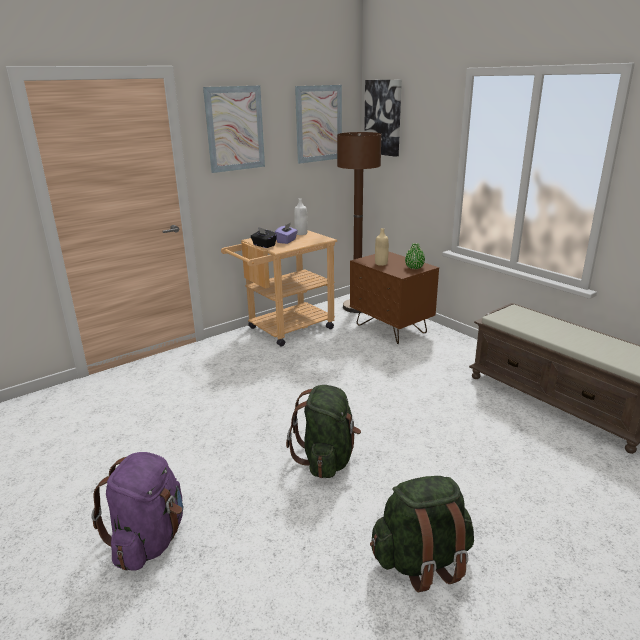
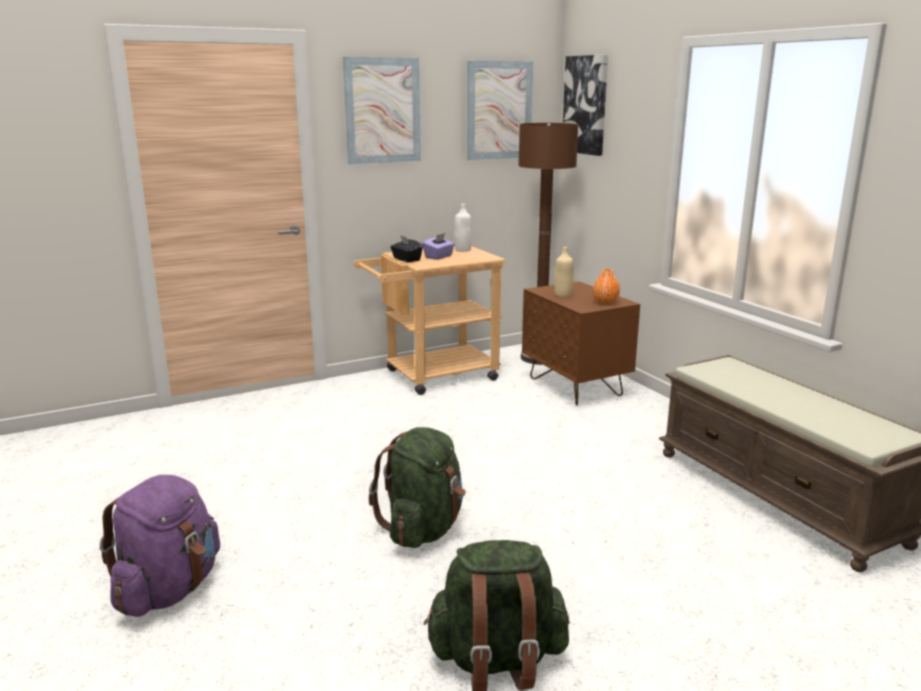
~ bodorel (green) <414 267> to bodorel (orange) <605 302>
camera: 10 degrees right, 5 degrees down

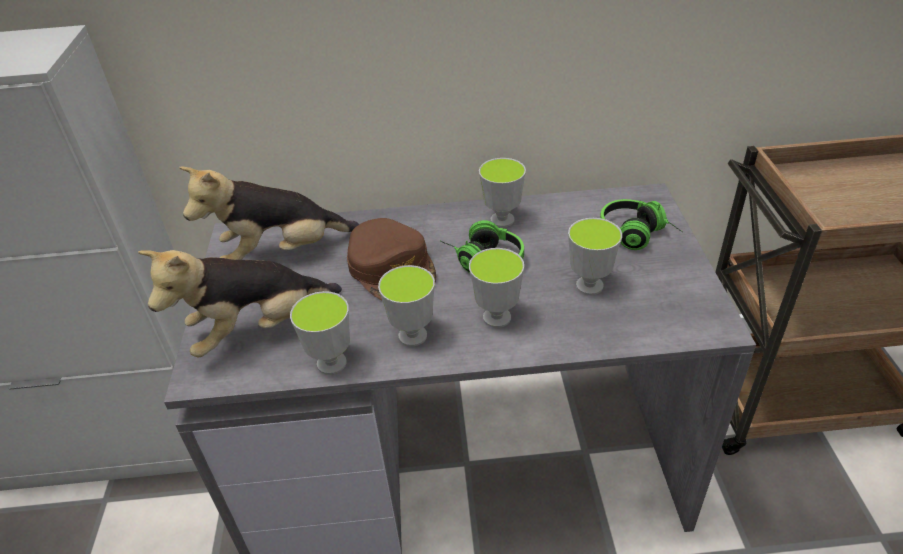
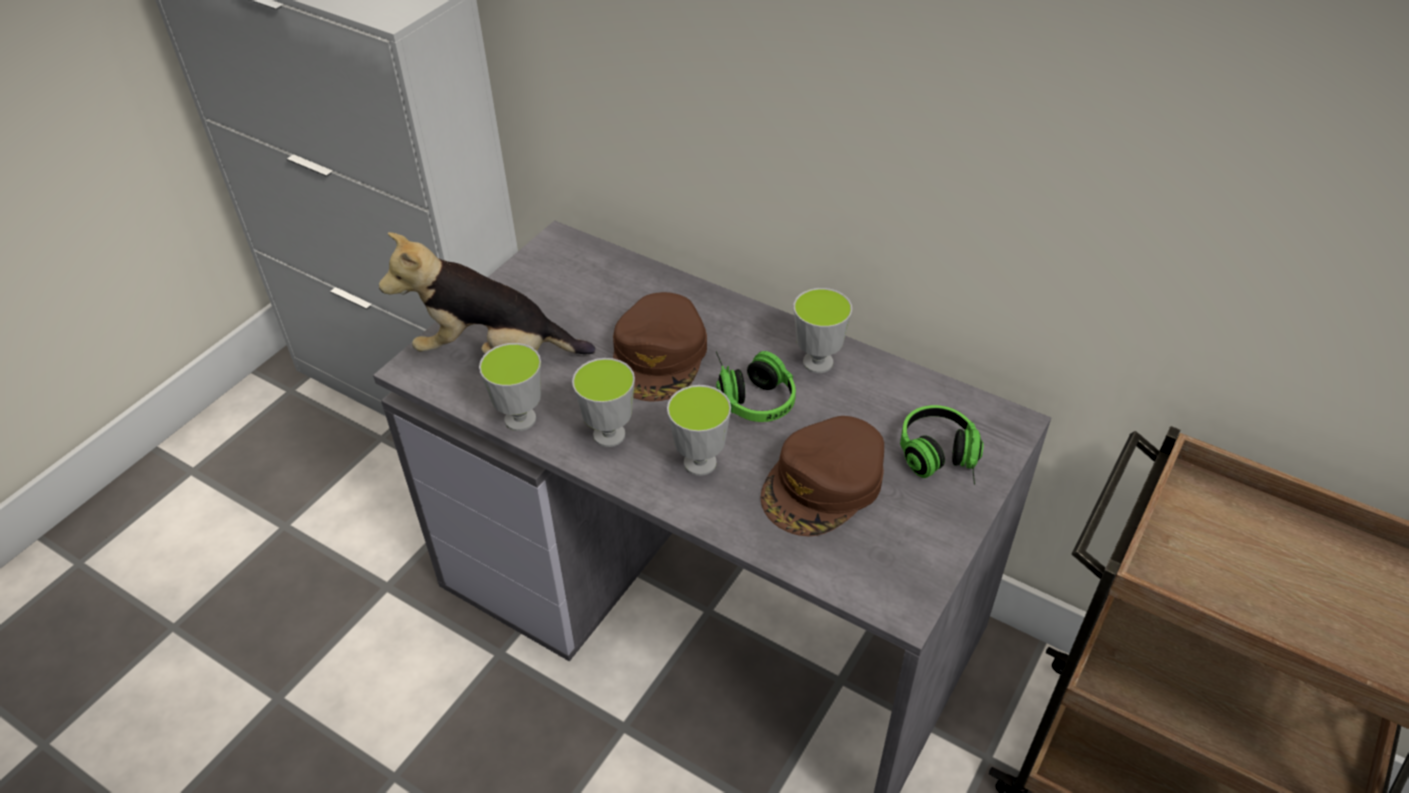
- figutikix <281 253>
~ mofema <589 286> to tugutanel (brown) <824 485>
camera: 35 degrees right, 5 degrees up

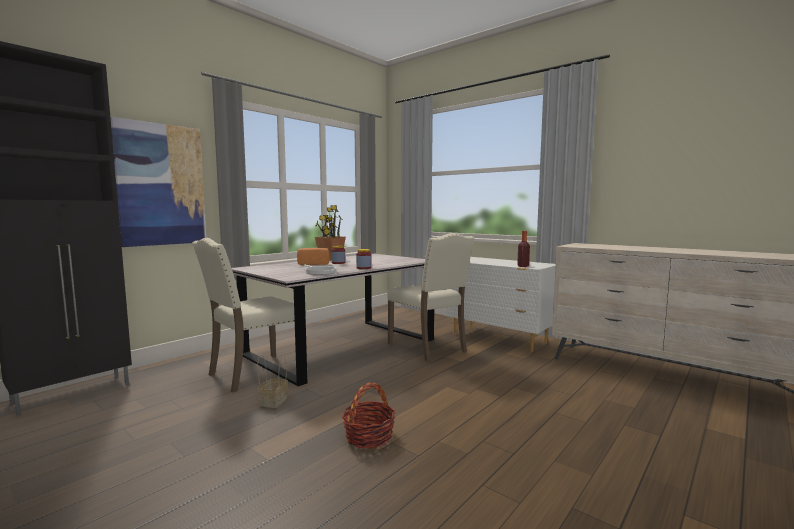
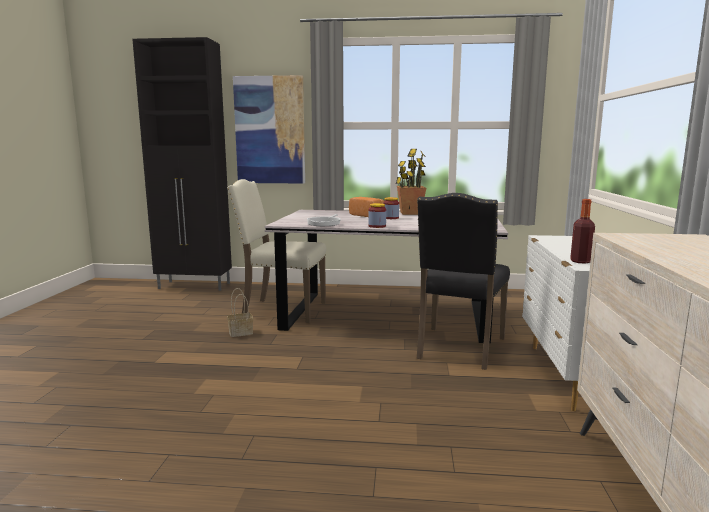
- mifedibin <369 436>
~ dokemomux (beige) <429 348> to dokemomux (black) <459 348>
camera: 55 degrees right, 5 degrees up

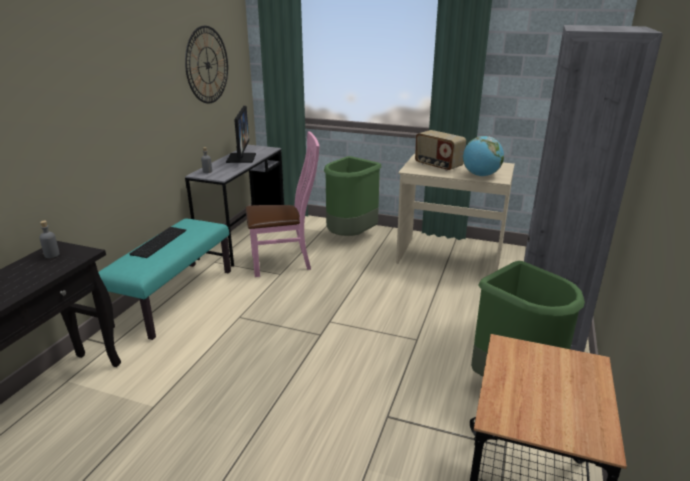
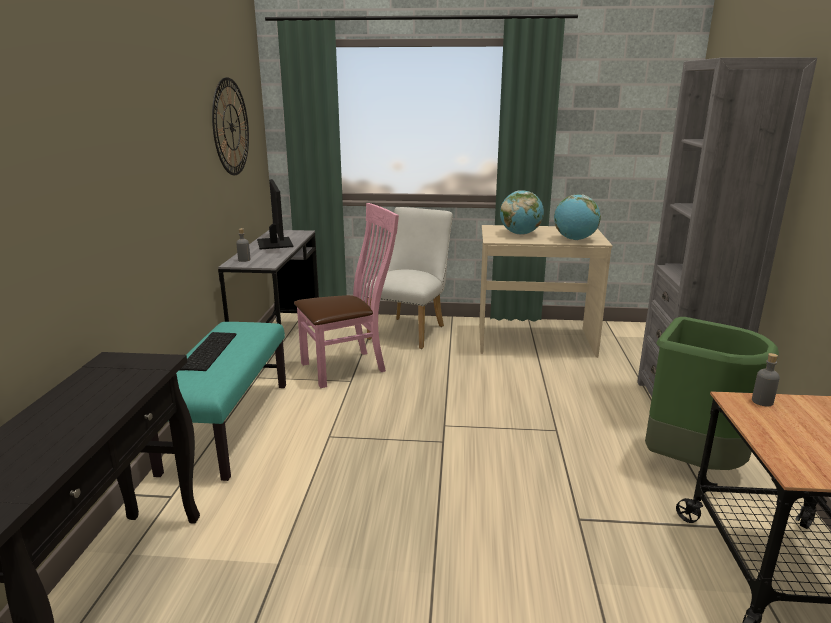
~ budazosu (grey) <52 255> to <762 401>
~ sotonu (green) <351 236> to dokemomux (white) <410 330>
~ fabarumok <438 166> to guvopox <520 234>
camera: 15 degrees left, 5 degrees down

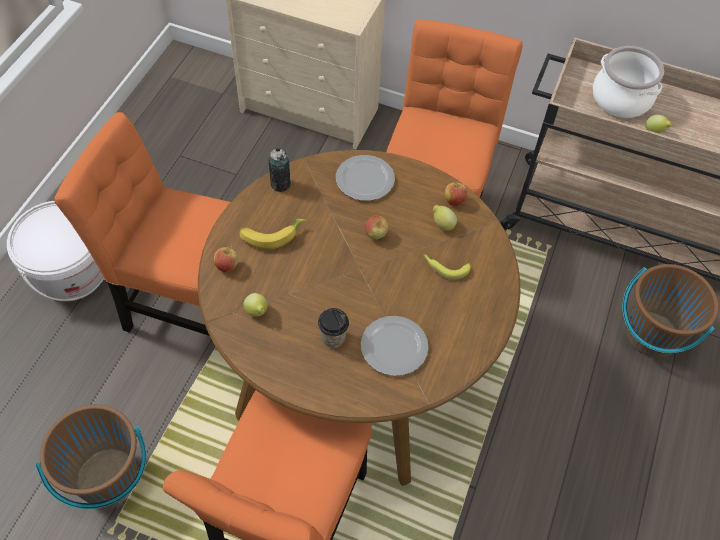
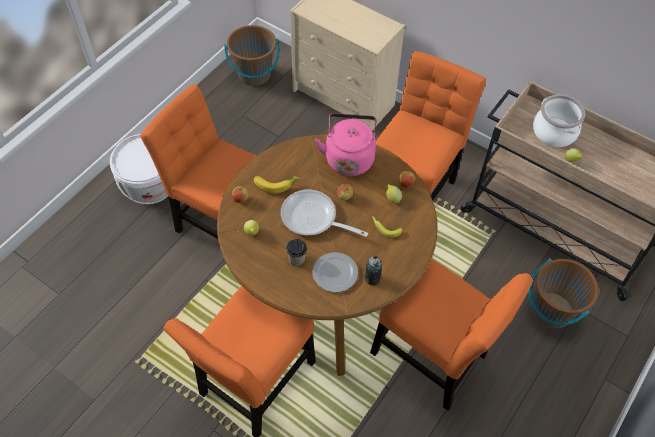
+ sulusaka <313 218>
+ dokemomux (orange) <433 359>
~ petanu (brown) <107 478> to <254 75>
~ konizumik <280 184> to <372 279>
~ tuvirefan <365 179> to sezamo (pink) <349 157>
camera: 15 degrees right, 0 degrees up

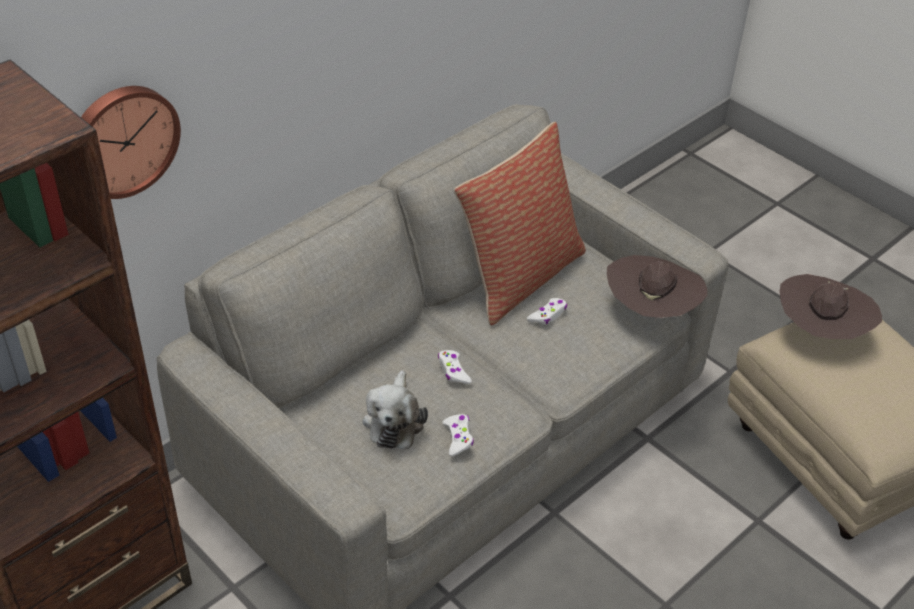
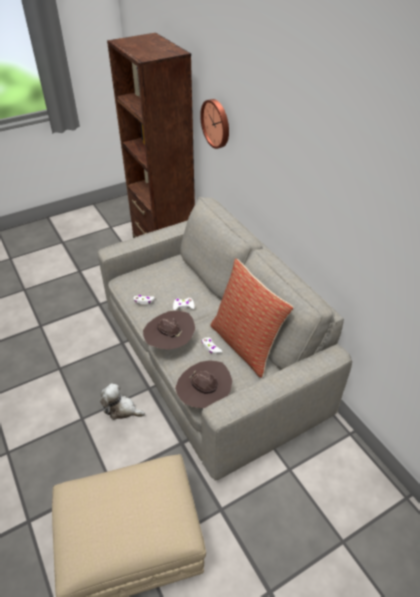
~ figutikix <394 421> to <121 409>
~ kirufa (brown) <819 333> to <170 343>
camera: 105 degrees right, 0 degrees up

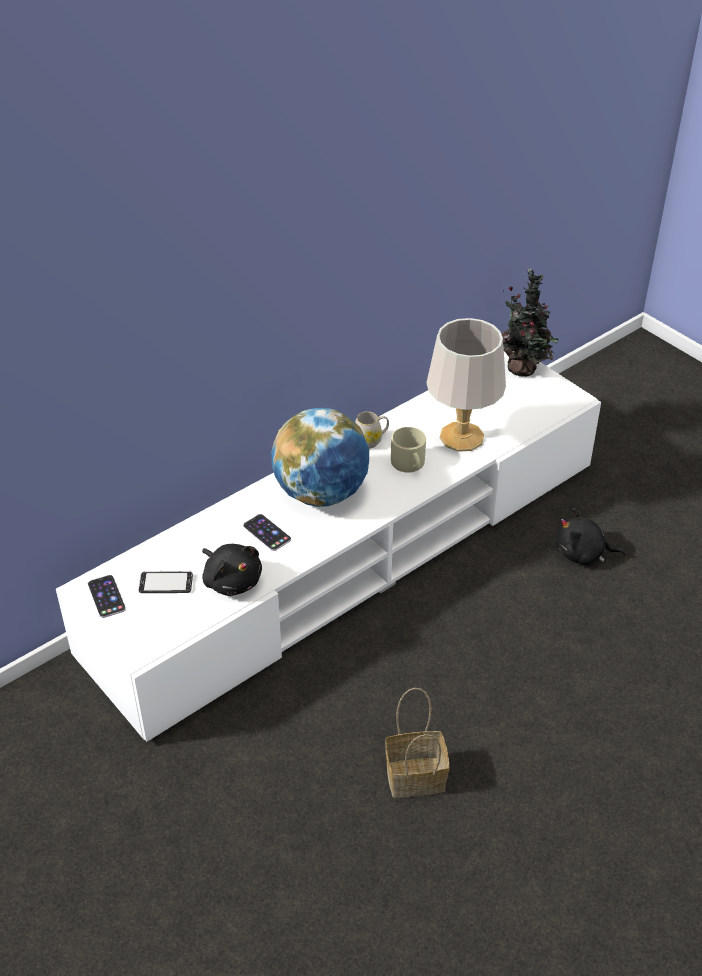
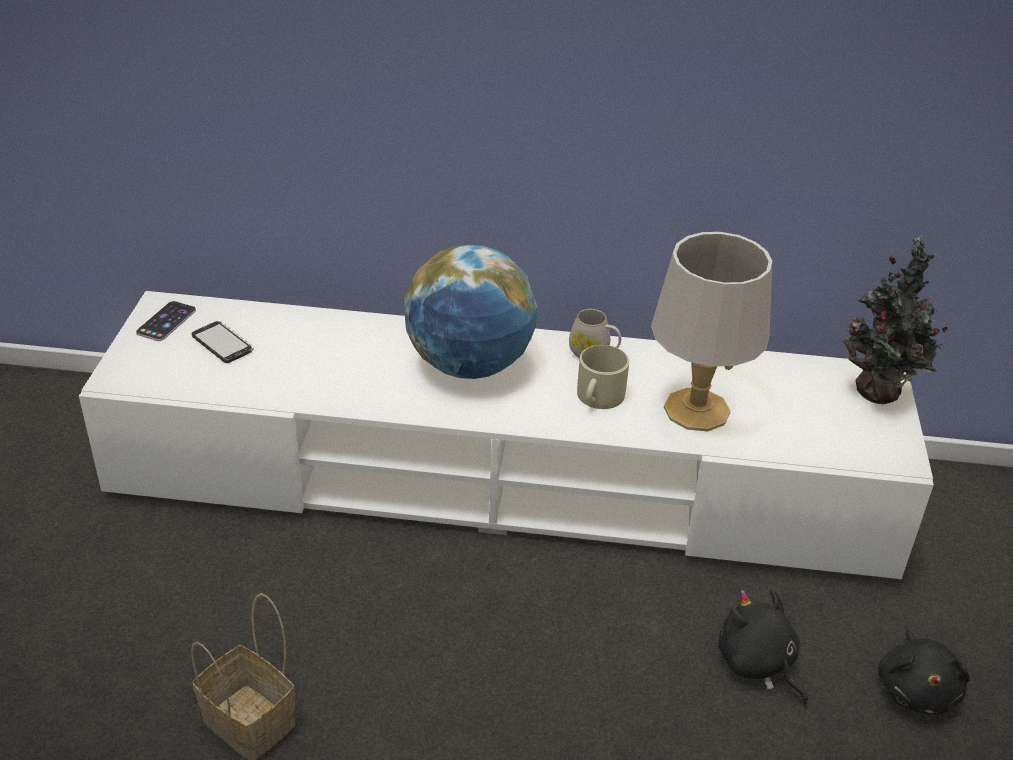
- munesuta <267 532>
~ figutikix (black) <231 580> to <916 689>
camera: 45 degrees right, 5 degrees down

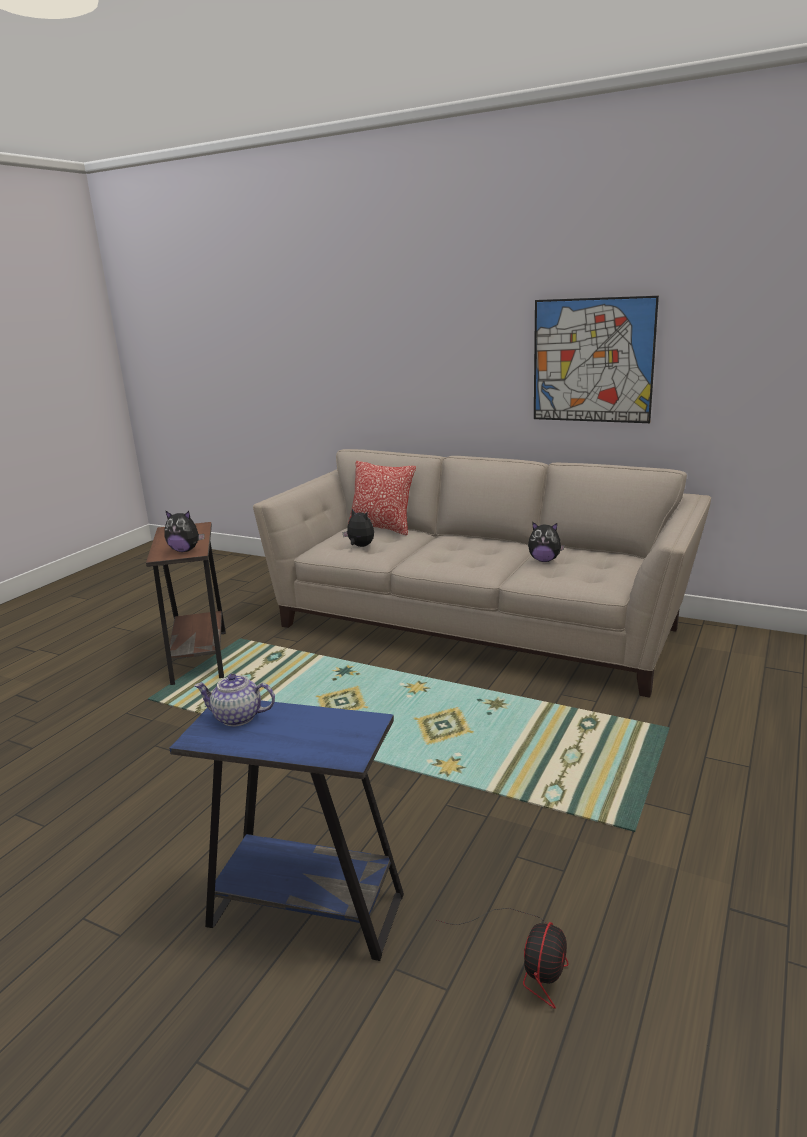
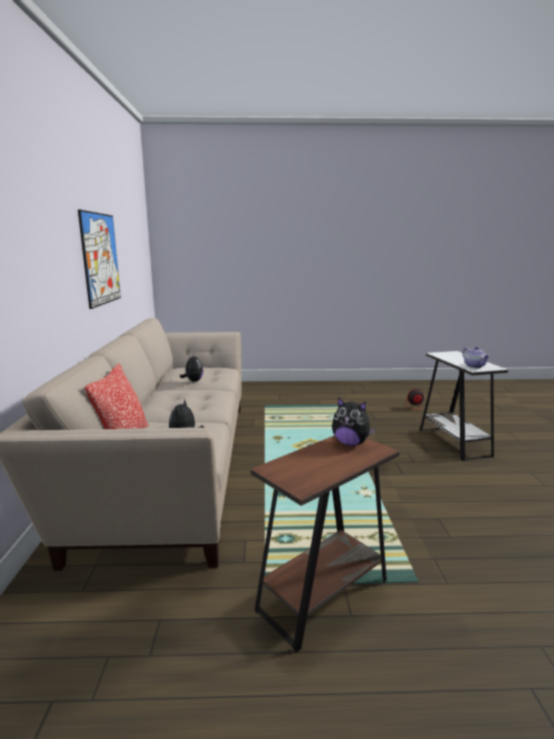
~ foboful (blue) <306 910> to foboful (white) <454 442>
~ figutikix <185 550> = <350 443> 135 degrees clockwise
camera: 120 degrees left, 5 degrees down

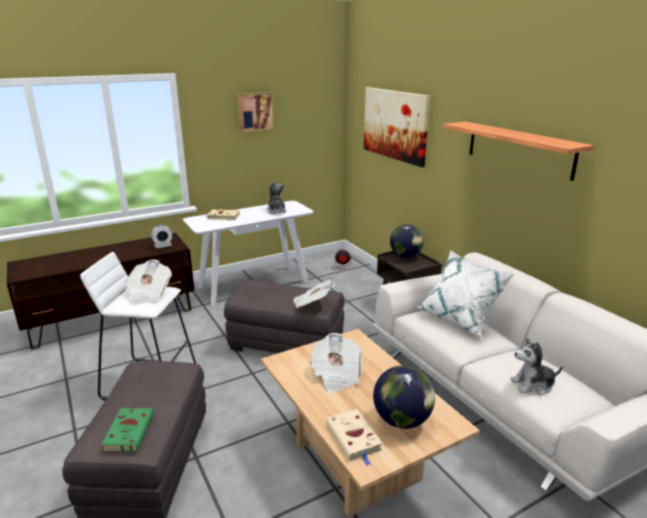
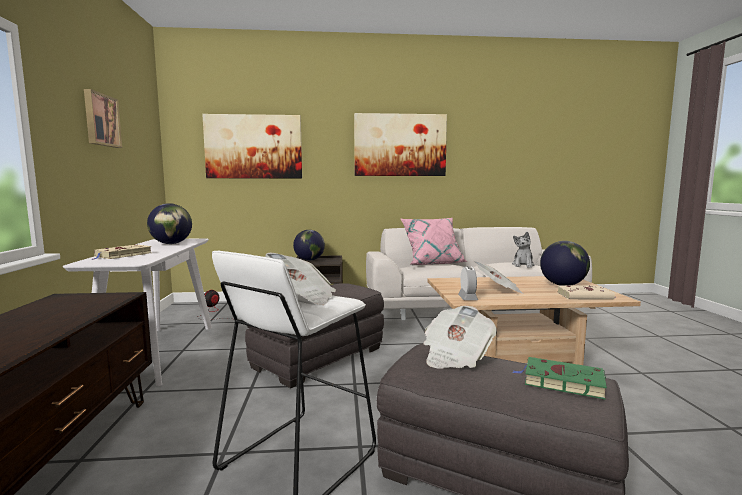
~ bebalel <163 246> to <467 298>
~ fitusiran <312 304> to <455 356>
~ figutikix <276 211> to guvopox <171 243>
~ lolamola <519 149> to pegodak <400 145>
~ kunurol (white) <460 319> to kunurol (pink) <432 263>
camera: 65 degrees left, 15 degrees down

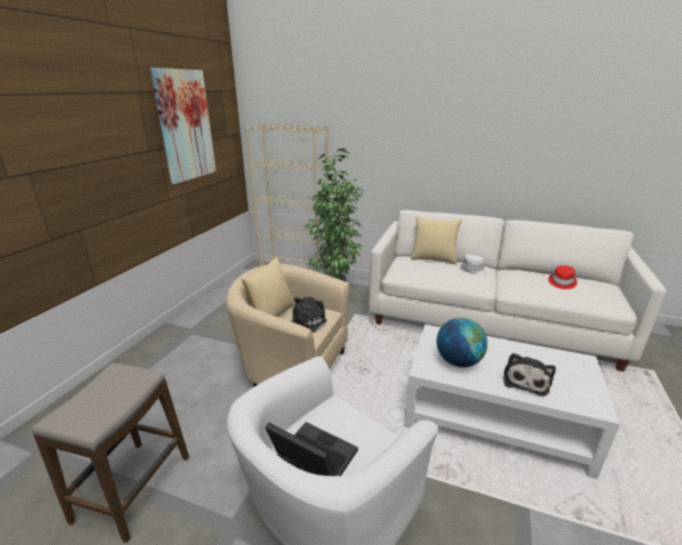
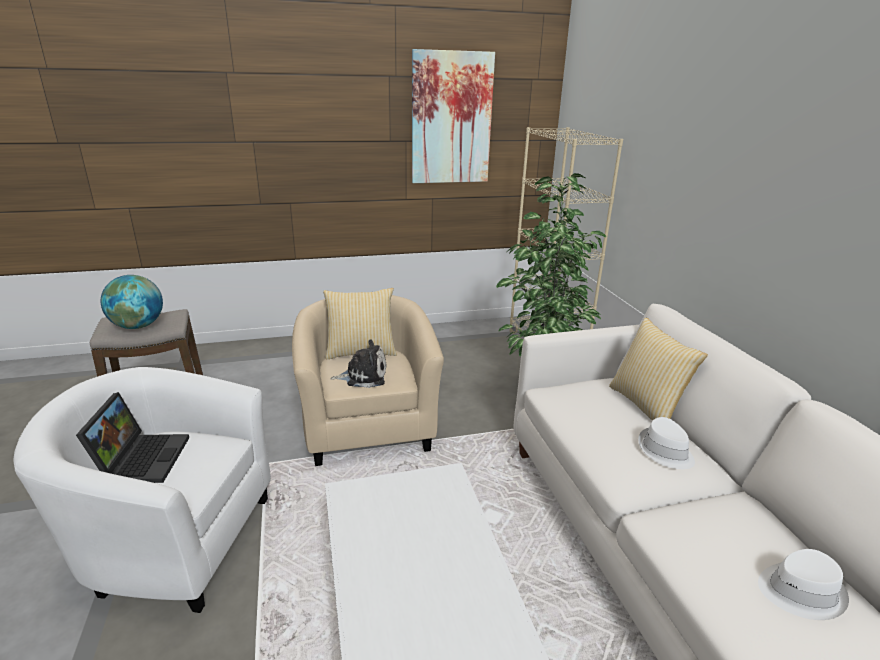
- figutikix <525 380>
~ guvopox <458 361> to <138 326>
~ kirufa (red) <561 282> to kirufa (white) <799 590>
camera: 55 degrees right, 0 degrees up

